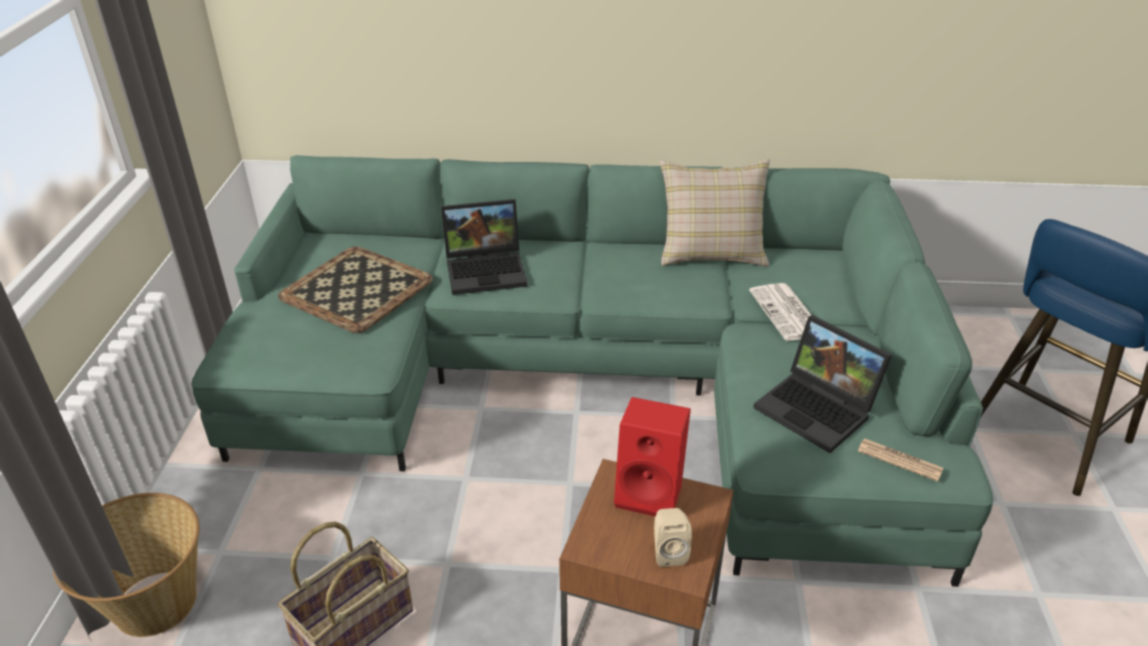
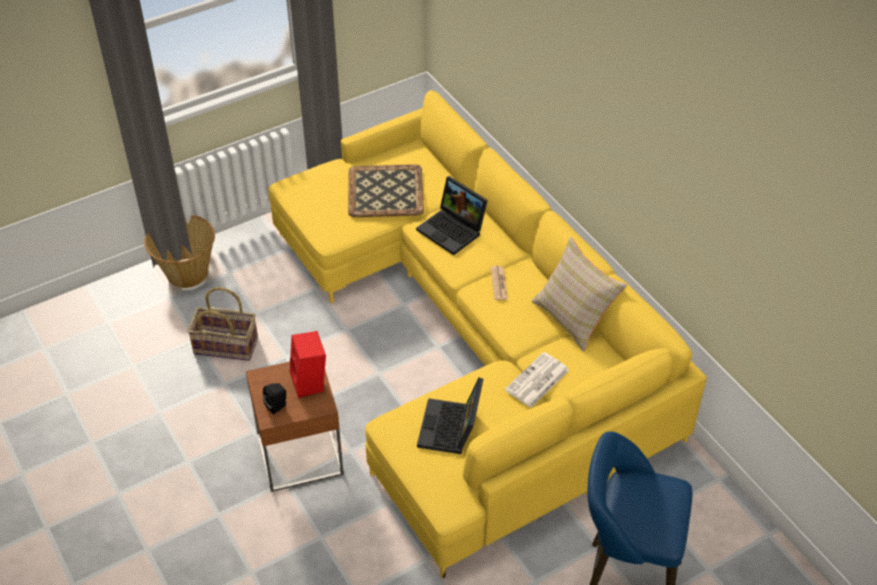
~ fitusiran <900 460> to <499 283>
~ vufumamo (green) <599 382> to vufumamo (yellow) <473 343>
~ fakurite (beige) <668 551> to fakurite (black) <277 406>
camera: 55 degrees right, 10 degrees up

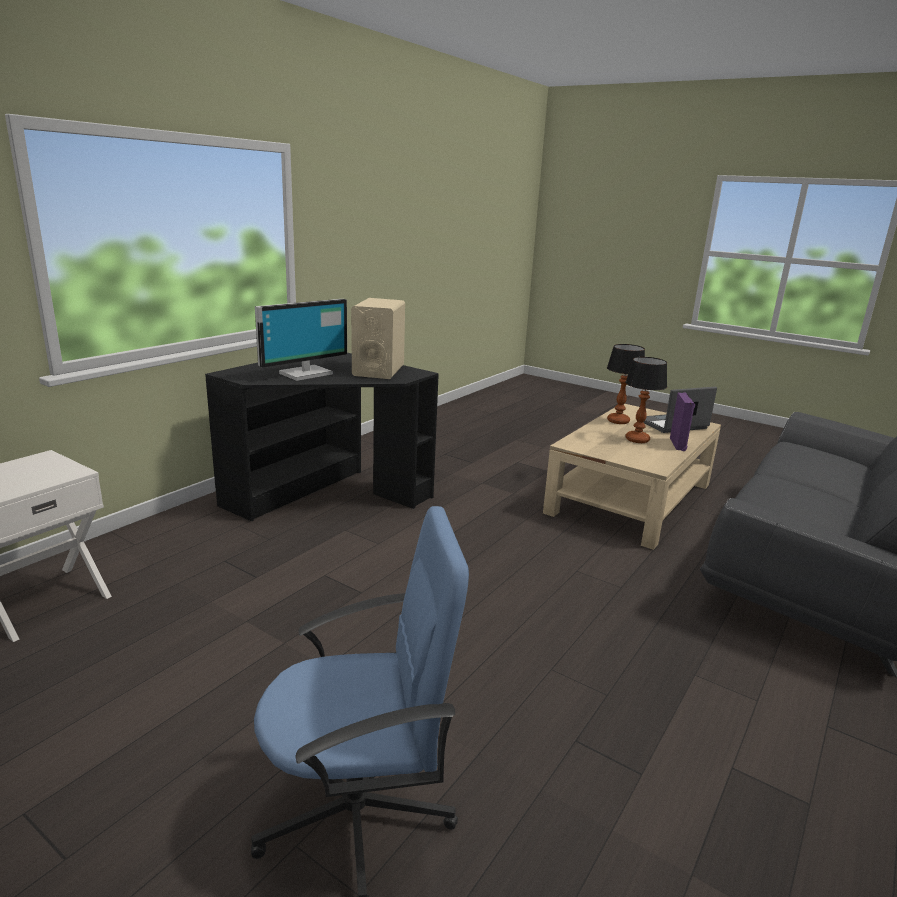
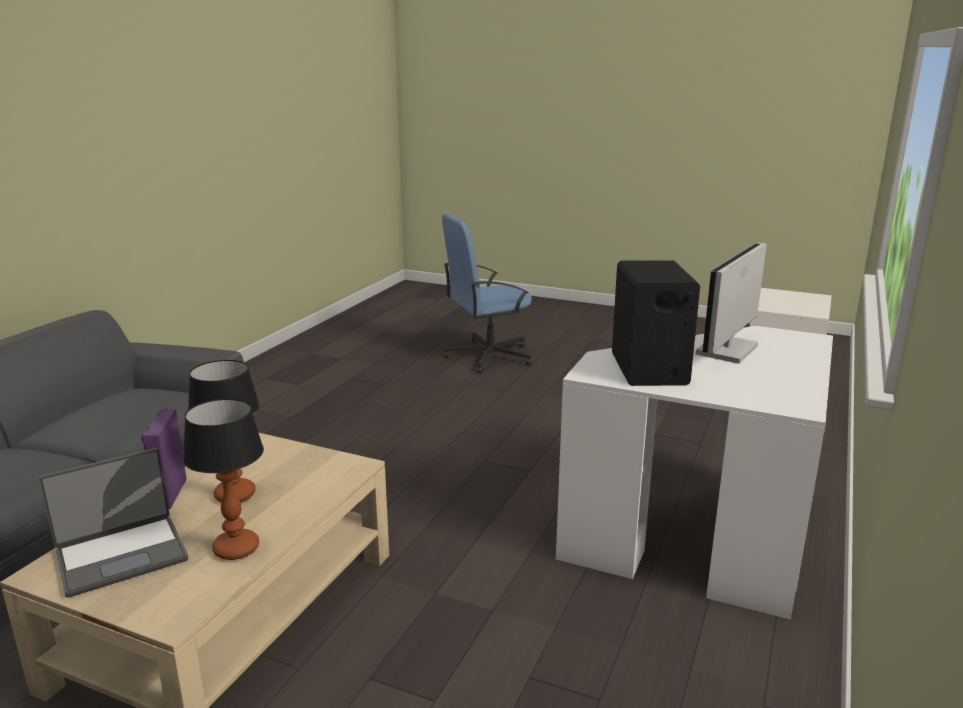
~ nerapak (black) <327 494> to nerapak (white) <703 538>
~ fakurite (beige) <378 370> to fakurite (black) <649 370>
camera: 170 degrees right, 0 degrees up

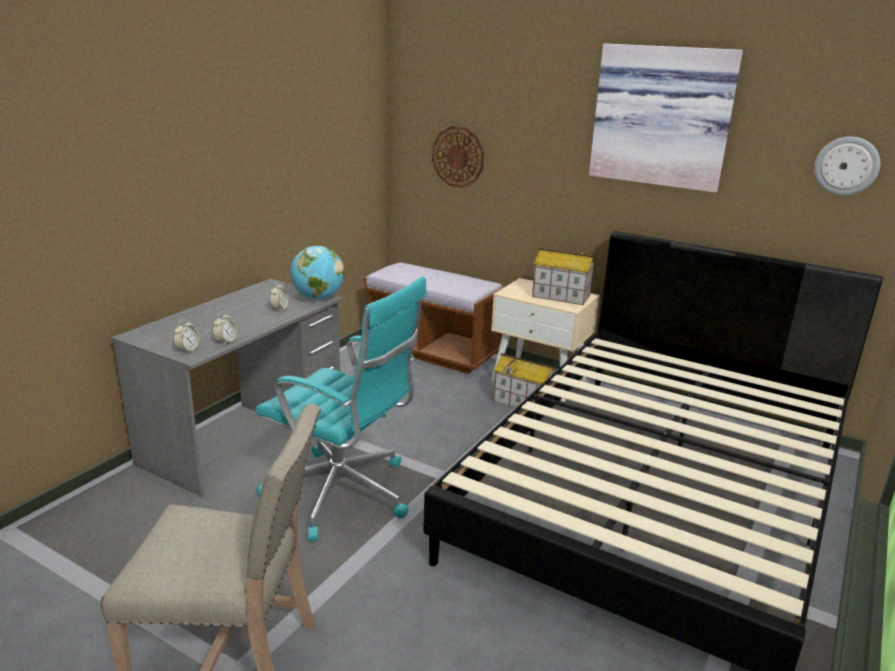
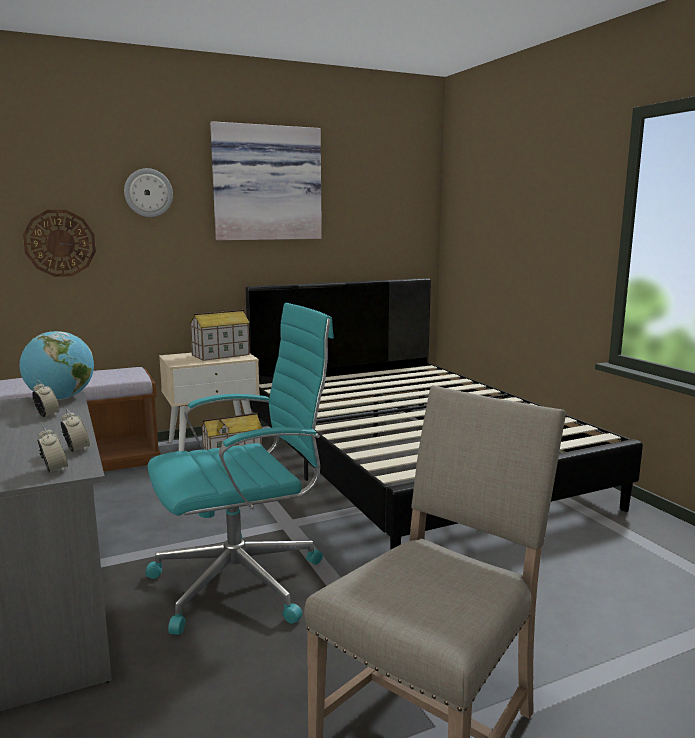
~ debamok <846 166> to <148 193>
camera: 55 degrees left, 10 degrees down

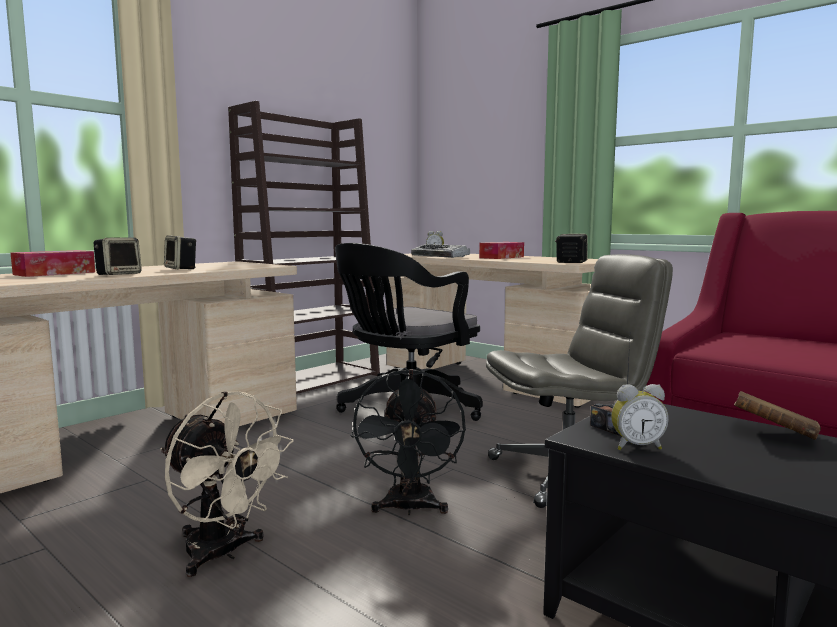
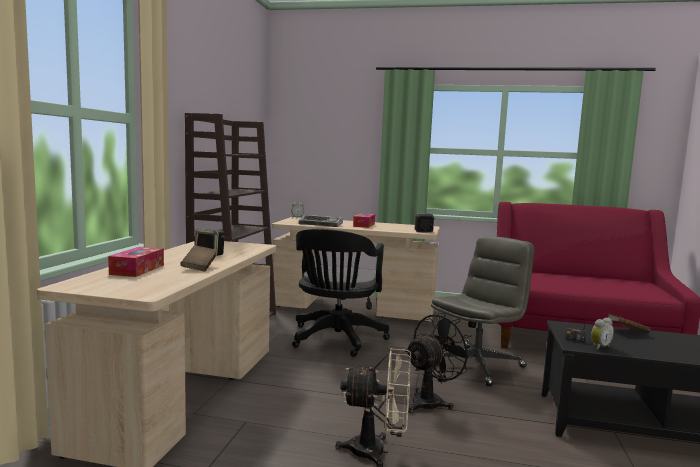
~ fakurite <119 274> to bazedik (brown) <199 267>
~ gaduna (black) <409 508> = <431 401> 105 degrees counterclockwise
camera: 30 degrees left, 0 degrees up

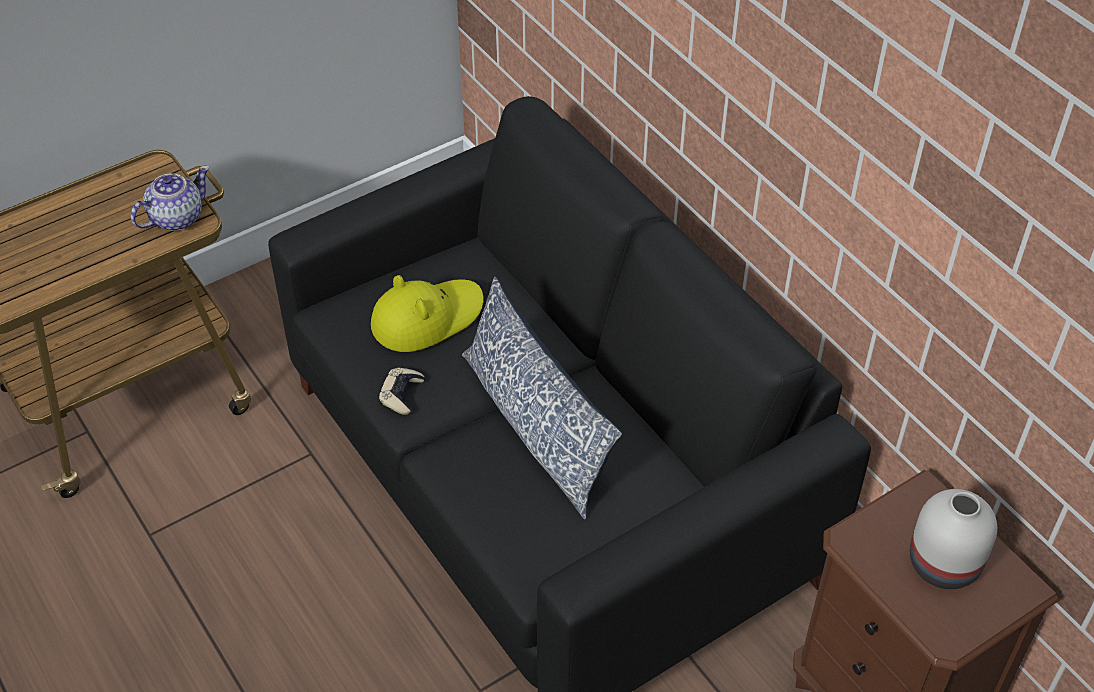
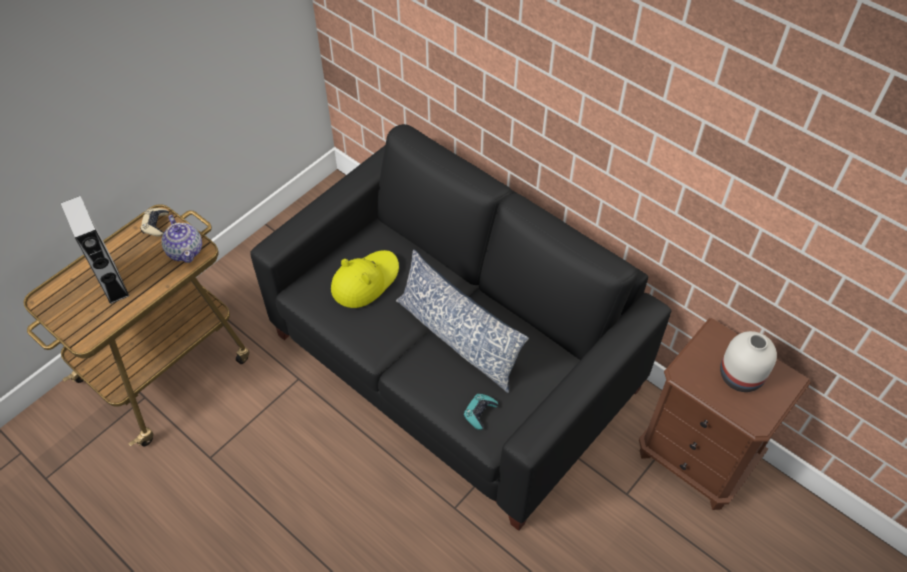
+ fakurite (grey) <112 282>
+ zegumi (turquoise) <480 413>
~ zegumi (beige) <401 394> to <155 224>
~ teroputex <176 218> = <185 250> 120 degrees clockwise
camera: 15 degrees left, 5 degrees up

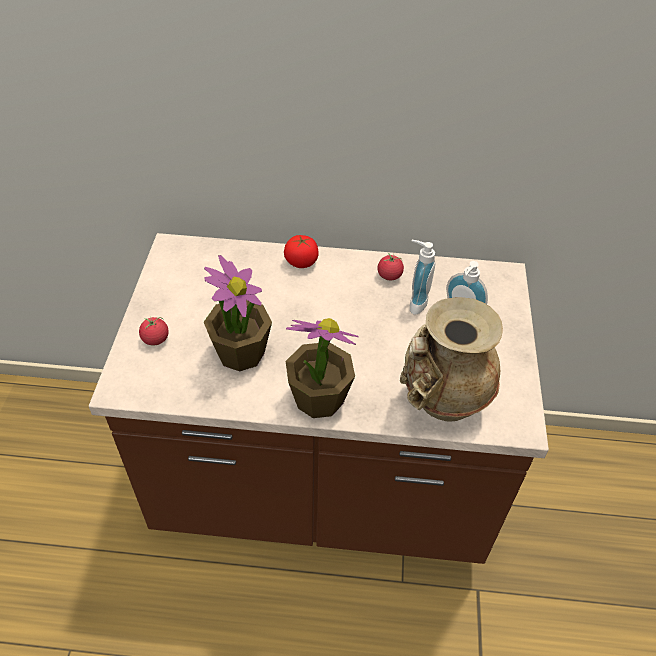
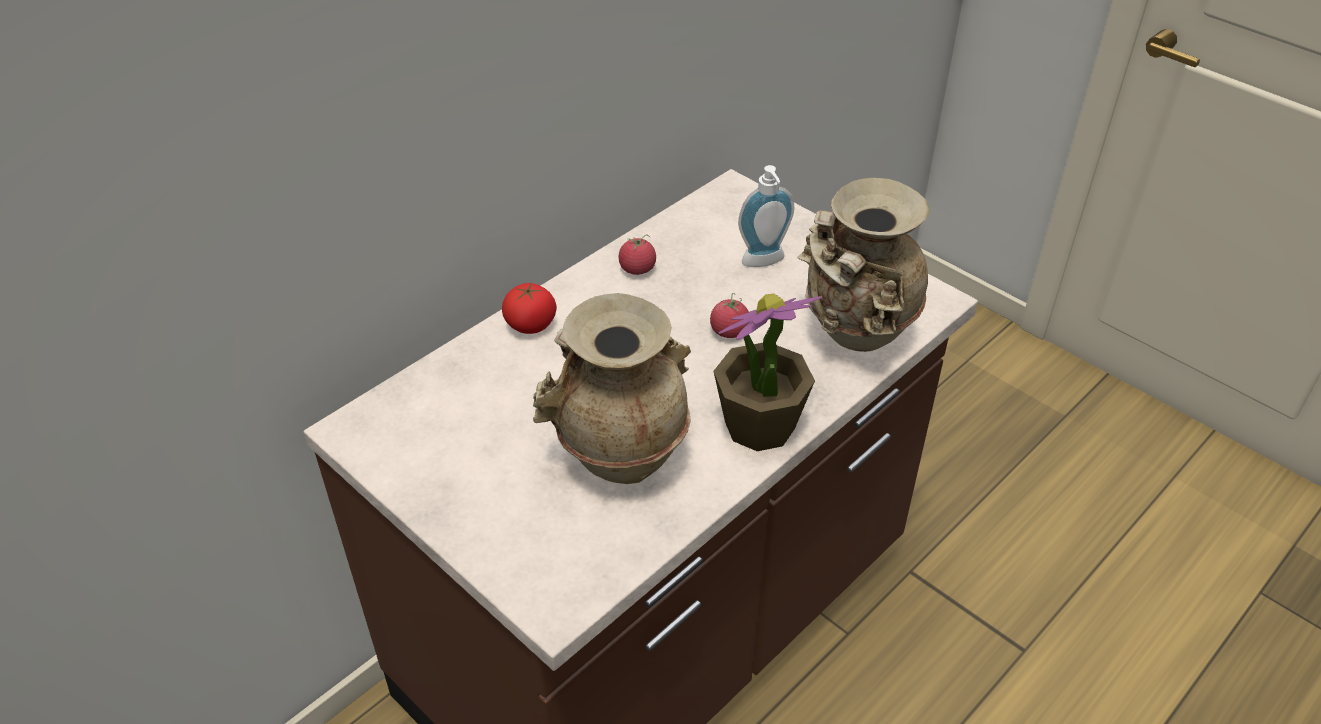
- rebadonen <414 302>
~ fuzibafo <155 339> to <729 331>
~ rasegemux <241 352> to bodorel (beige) <620 456>
camera: 50 degrees left, 5 degrees down

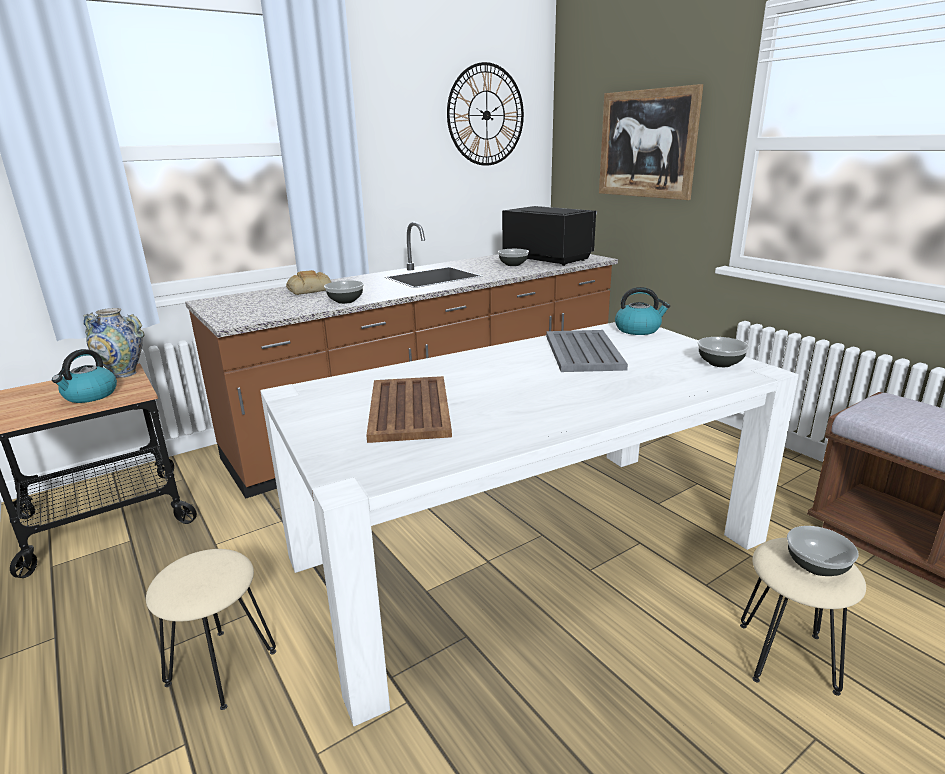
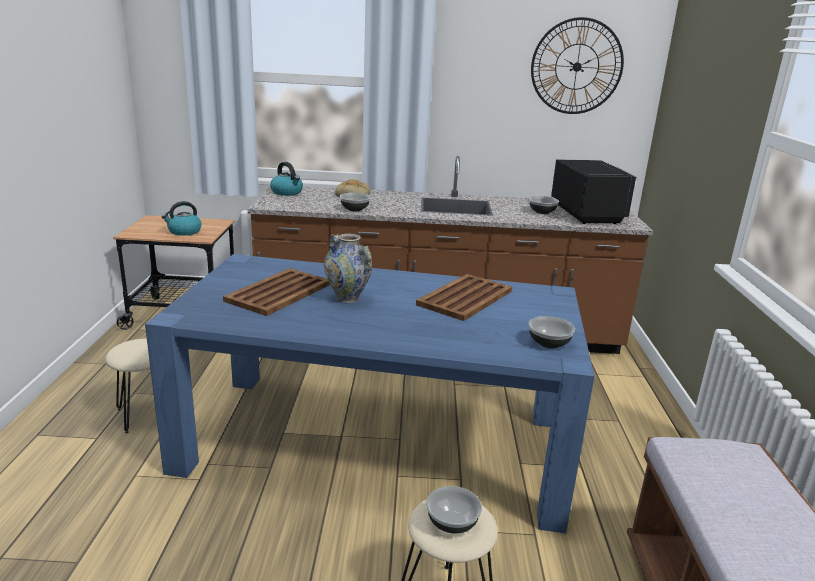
- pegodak <647 144>
~ bodorel <124 373> to <347 298>
~ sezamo <638 329> to <287 192>
~ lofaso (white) <528 549> to lofaso (blue) <376 442>
~ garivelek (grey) <583 352> to garivelek (brown) <464 298>
camera: 35 degrees right, 0 degrees up

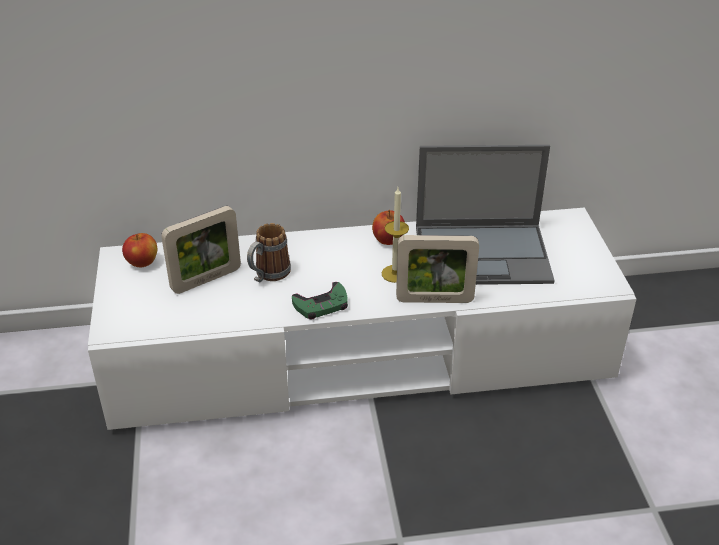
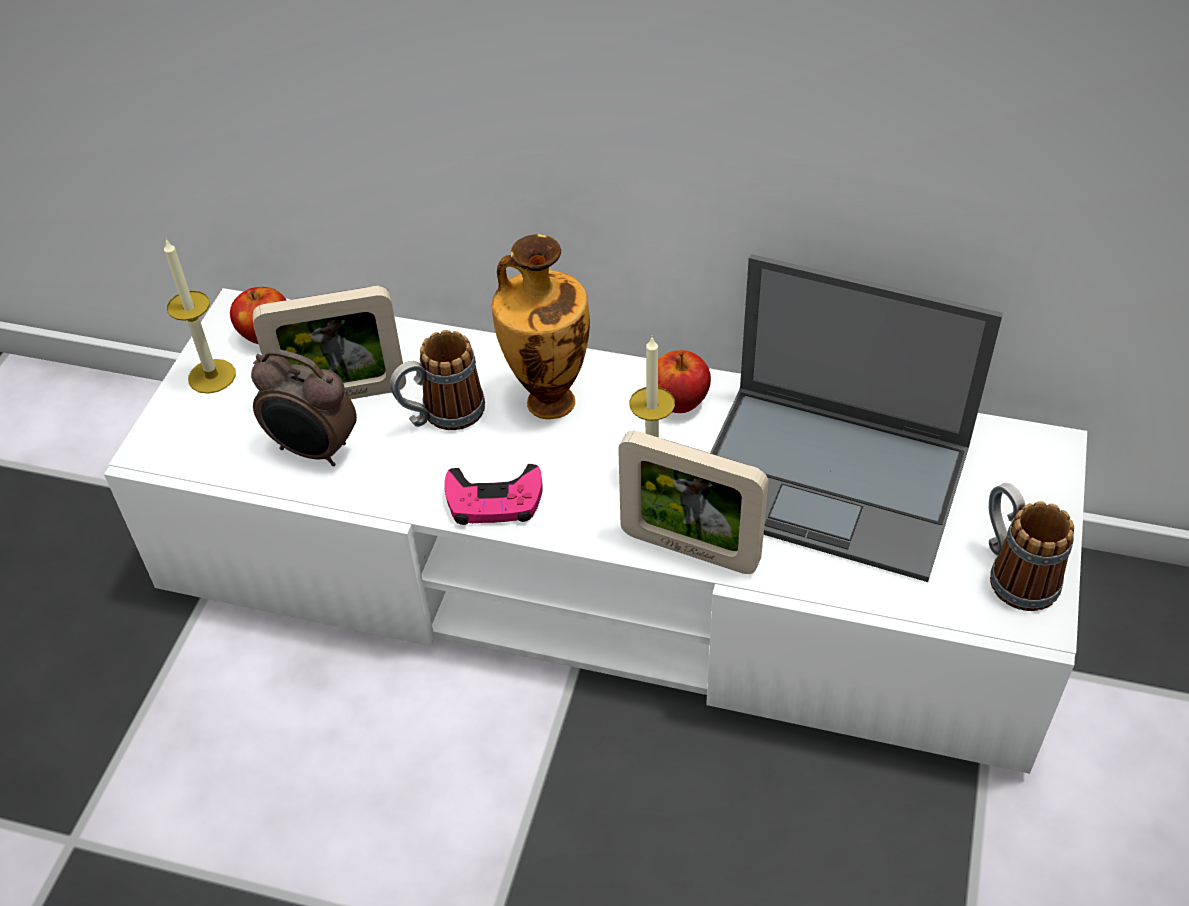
+ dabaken <212 376>
+ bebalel <314 451>
+ bodorel <548 400>
+ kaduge <1013 573>
~ zegumi (green) <321 305> to zegumi (pink) <494 501>
camera: 25 degrees right, 10 degrees up

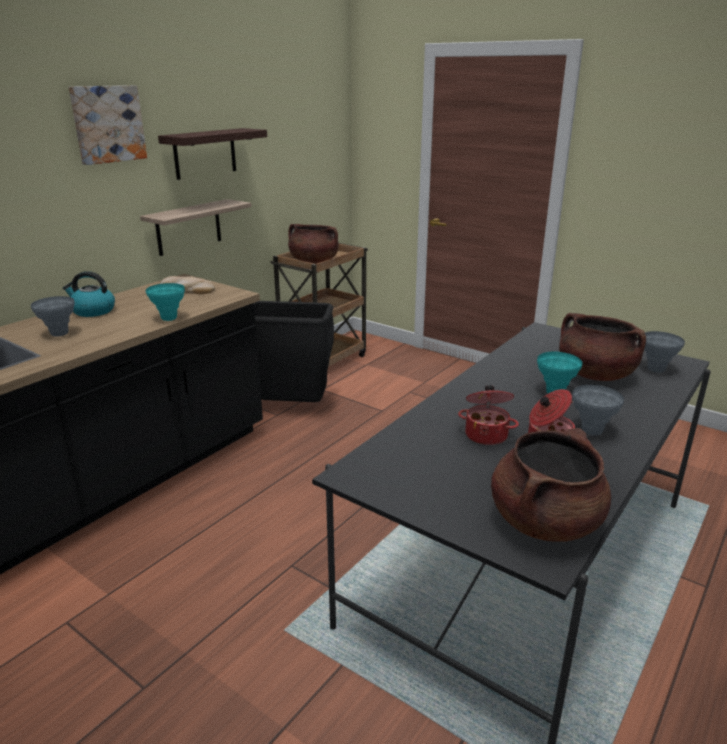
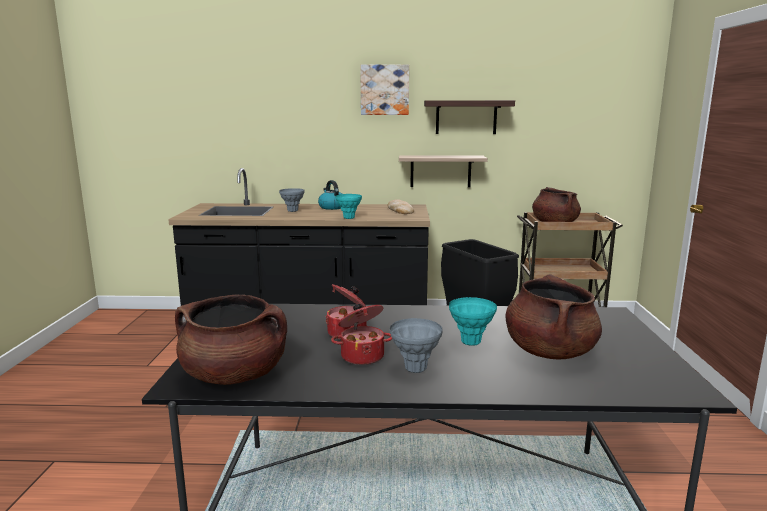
- bodorel (grey) <655 369>
camera: 55 degrees right, 10 degrees down

